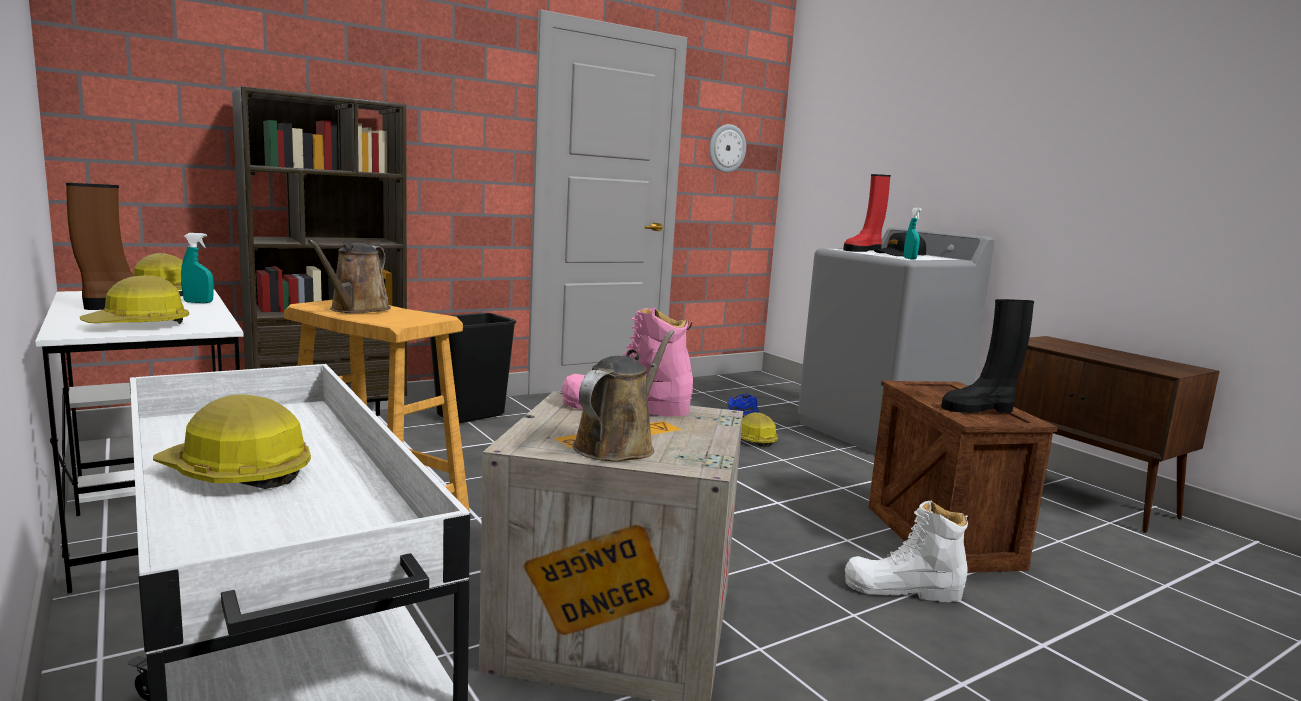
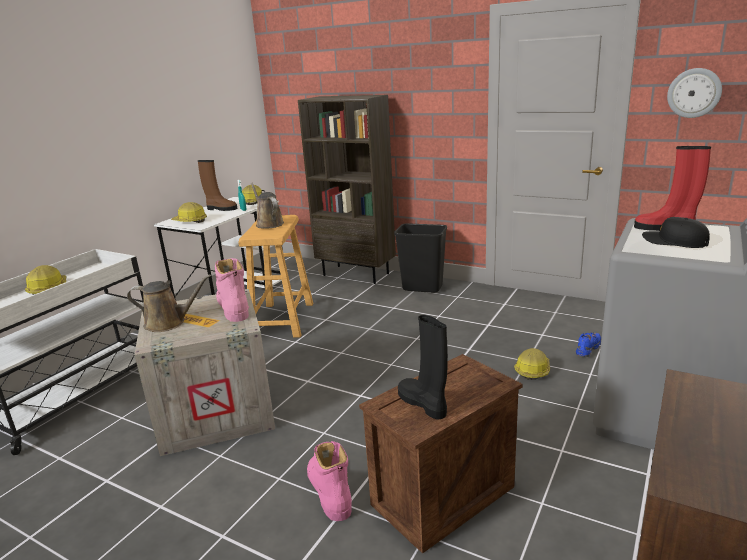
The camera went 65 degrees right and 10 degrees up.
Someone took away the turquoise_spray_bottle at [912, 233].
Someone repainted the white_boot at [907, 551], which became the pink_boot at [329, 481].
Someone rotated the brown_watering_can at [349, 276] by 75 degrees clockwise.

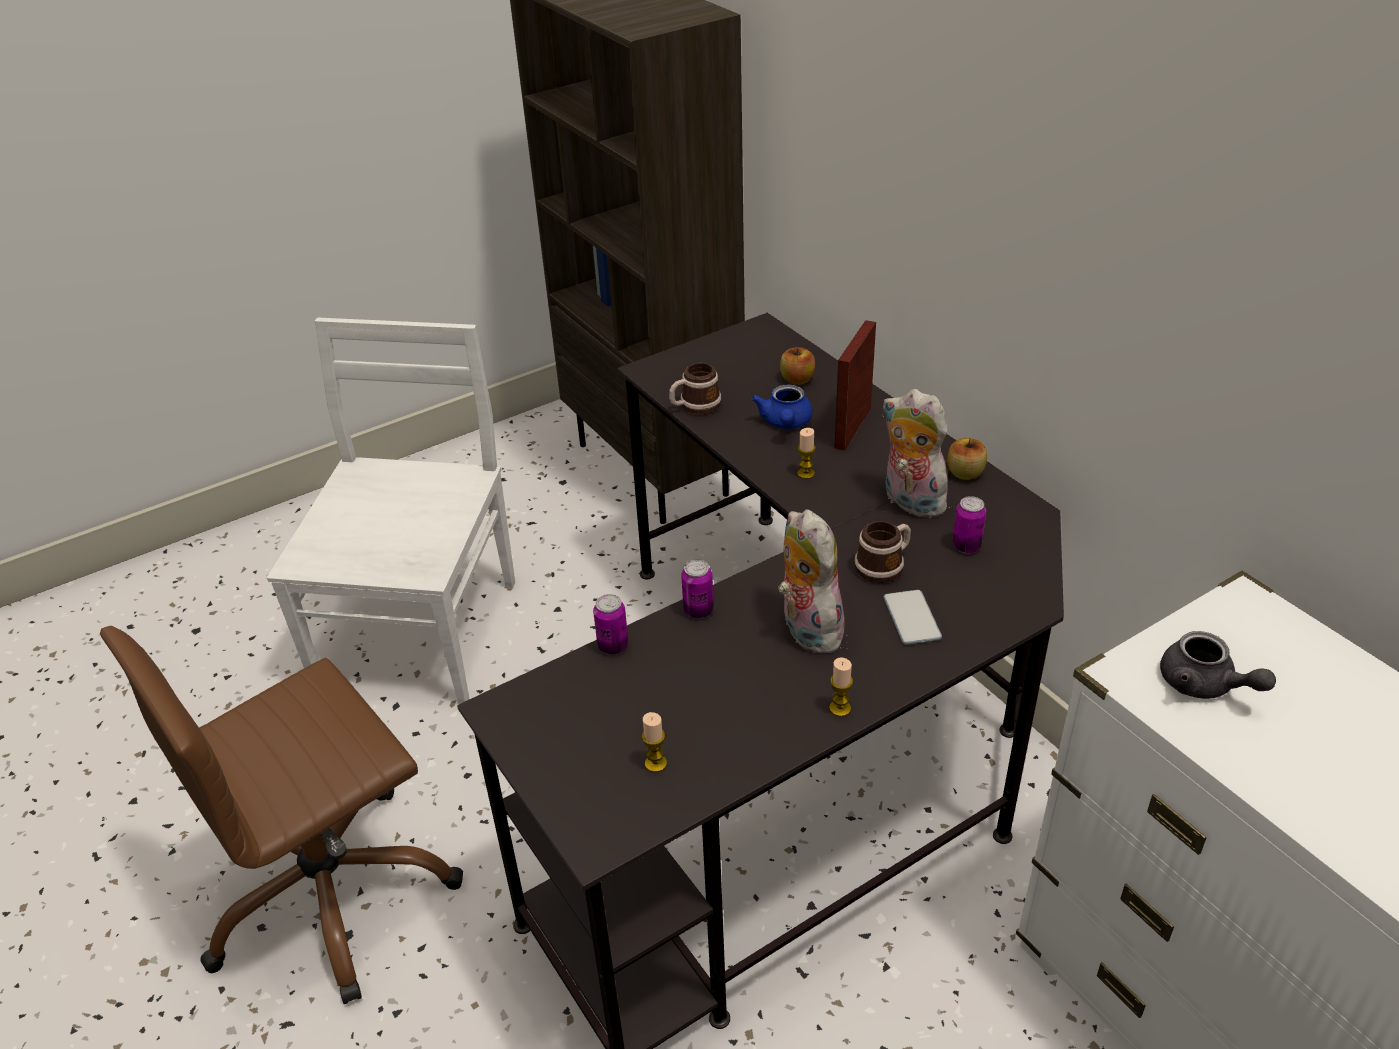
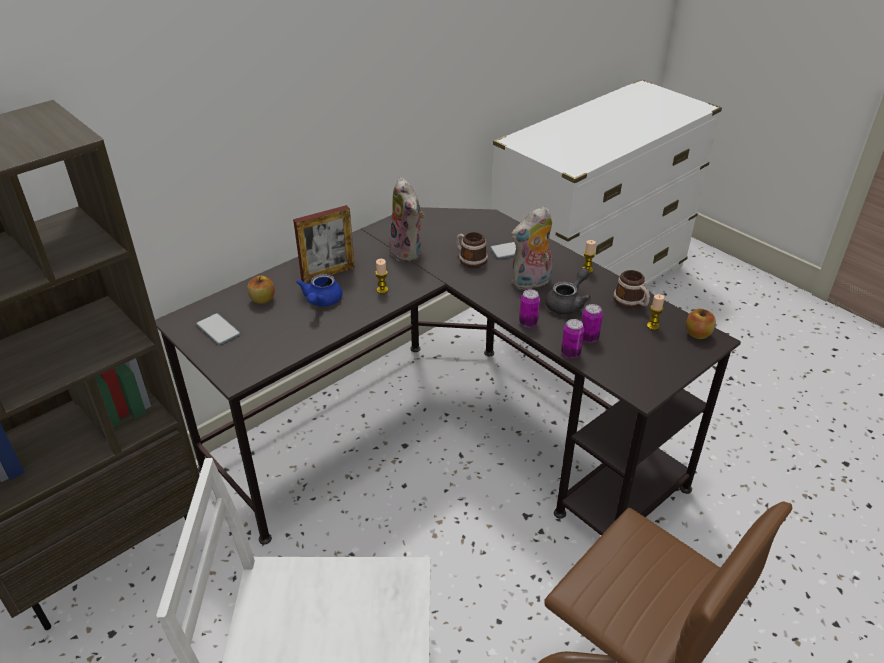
The camera went 100 degrees left and 0 degrees up.
Someone put down the phone at [218, 329].
Someone carried the mug from [695, 389] to [632, 289].
Someone carried the apple from [967, 459] to [701, 324].
Someone carried the can from [969, 525] to [592, 323].
Someone carried the grey_teapot from [1218, 665] to [568, 291].
Someone rotated the blue_teapot at [782, 406] by 105 degrees clockwise.
Someone rotated the picture_frame at [855, 385] by 45 degrees counterclockwise.
Someone rotated the plush_toy at [918, 453] by 60 degrees counterclockwise.

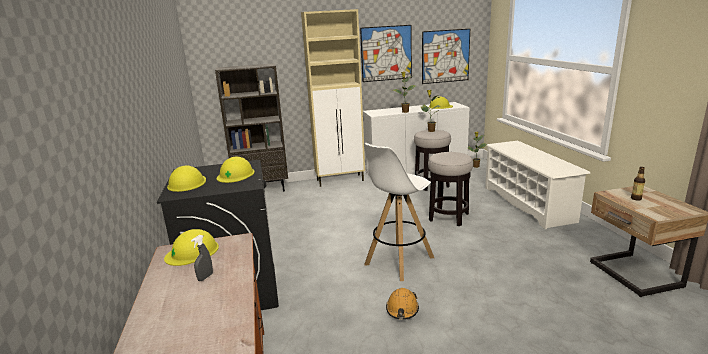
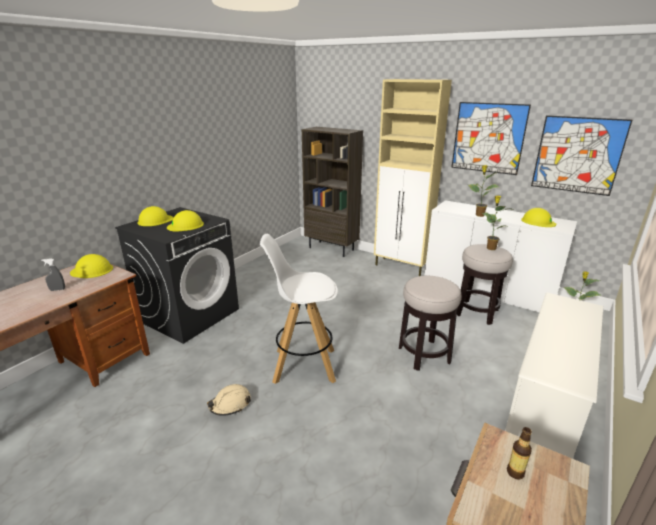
The camera went 45 degrees right and 5 degrees up.
Someone repainted the orange_hard_hat at [402, 304], which became the beige_hard_hat at [229, 400].

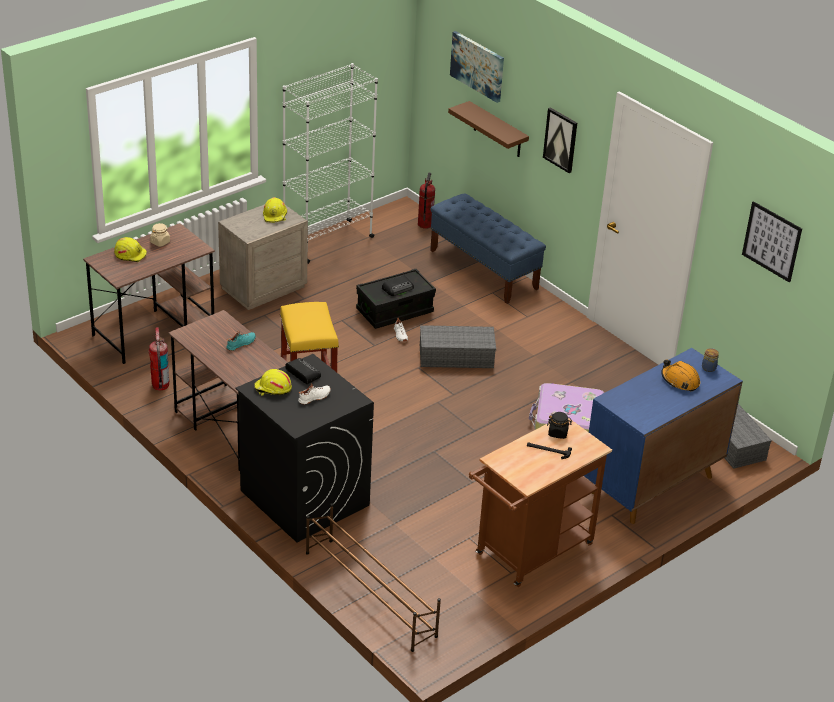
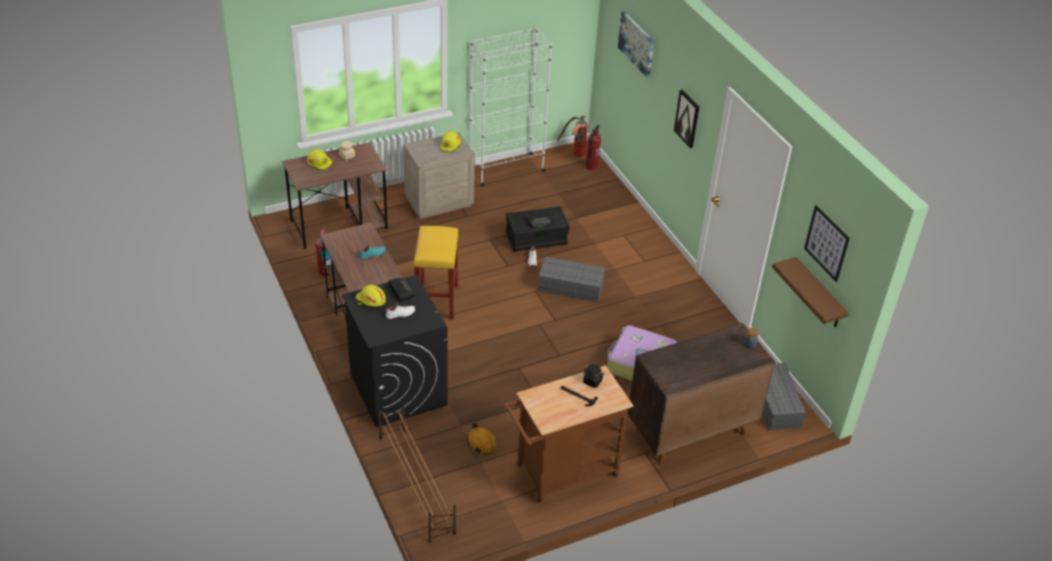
The camera went 15 degrees right and 5 degrees up.
Someone took away the blue_bench at [488, 248].
Someone put down the fire_extinguisher at [573, 136].
Someone carried the brown_shelf from [488, 129] to [810, 292].
Someone carried the orange_hard_hat from [680, 375] to [481, 438].
Someone repainted the blue_cabinet at [663, 436], which became the brown_cabinet at [701, 394].

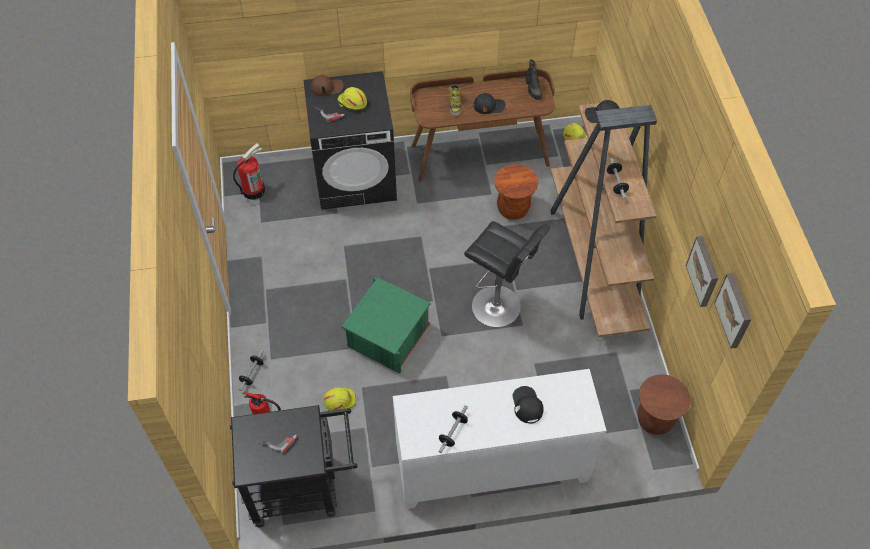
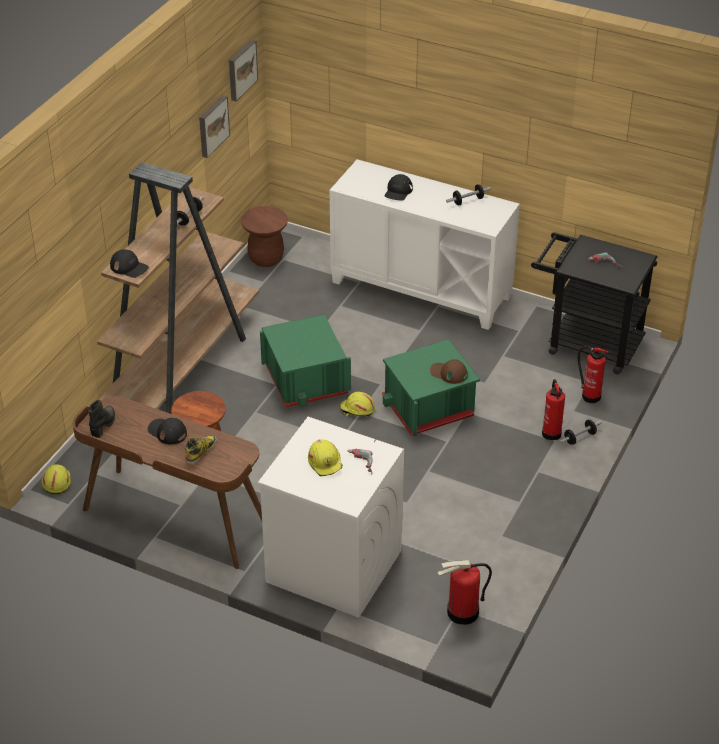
The camera went 145 degrees left and 15 degrees down.
Someone put down the fire_extinguisher at [553, 409].
Someone carried the brown_cap from [326, 85] to [449, 372].
Someone carried the yellow_hard_hat from [339, 399] to [357, 404].
Someone swapped the black_stool at [507, 274] for the green_storage_box at [305, 360].
Someone repainted the black_washing_machine at [350, 140], which became the white_washing_machine at [331, 517].

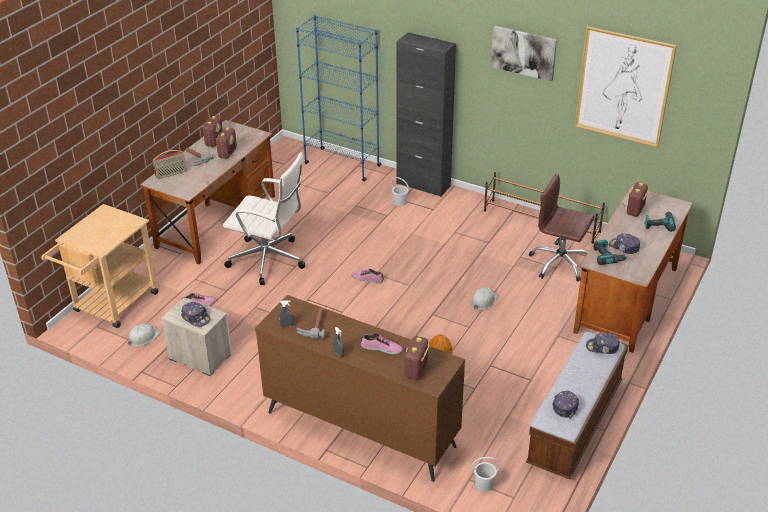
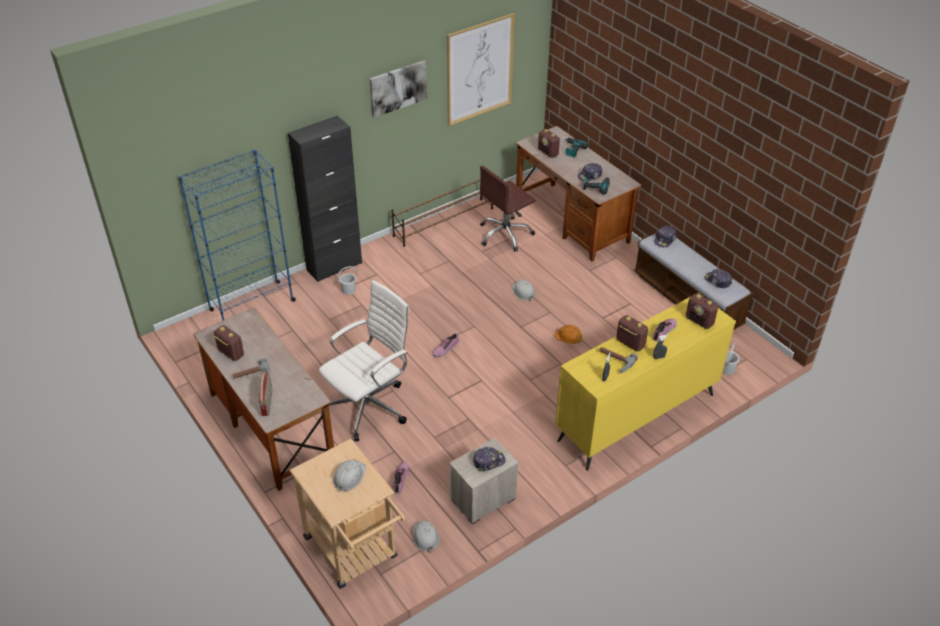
The camera went 65 degrees left and 5 degrees up.
Someone put down the white_hard_hat at [349, 475].
Someone carried the radio from [226, 143] to [632, 333].
Someone repainted the brown_dresser at [360, 388], which became the yellow_dresser at [645, 382].

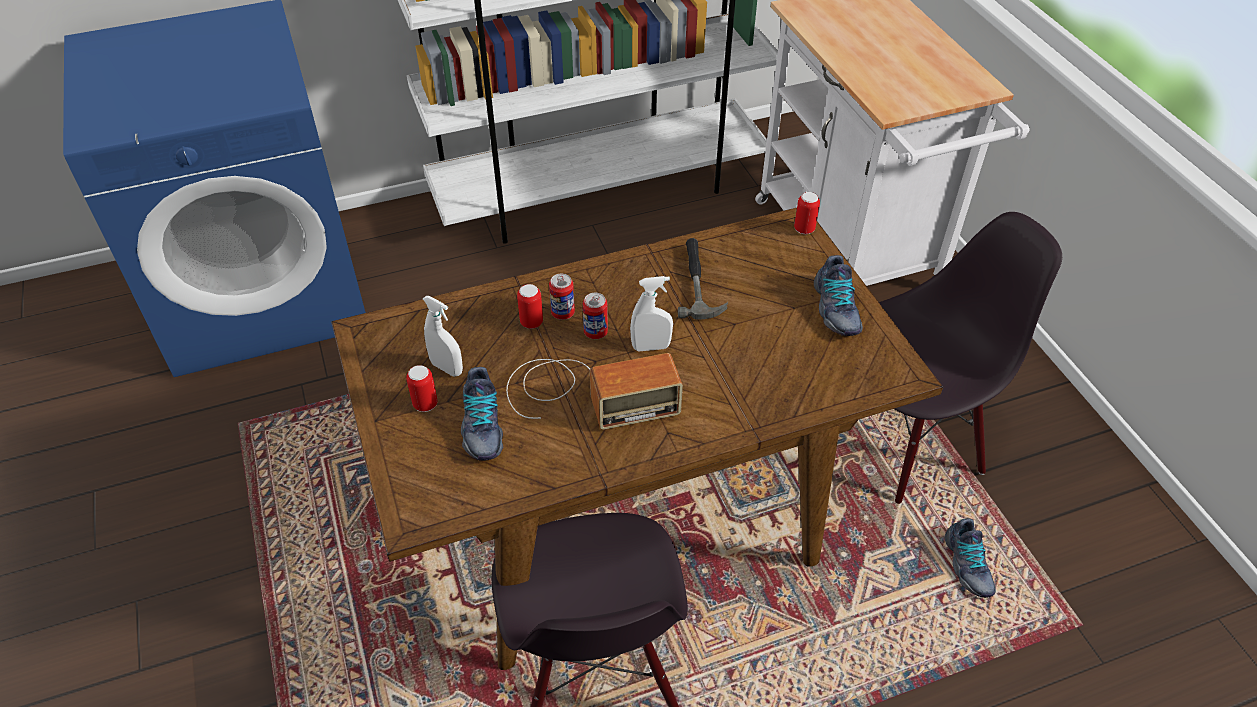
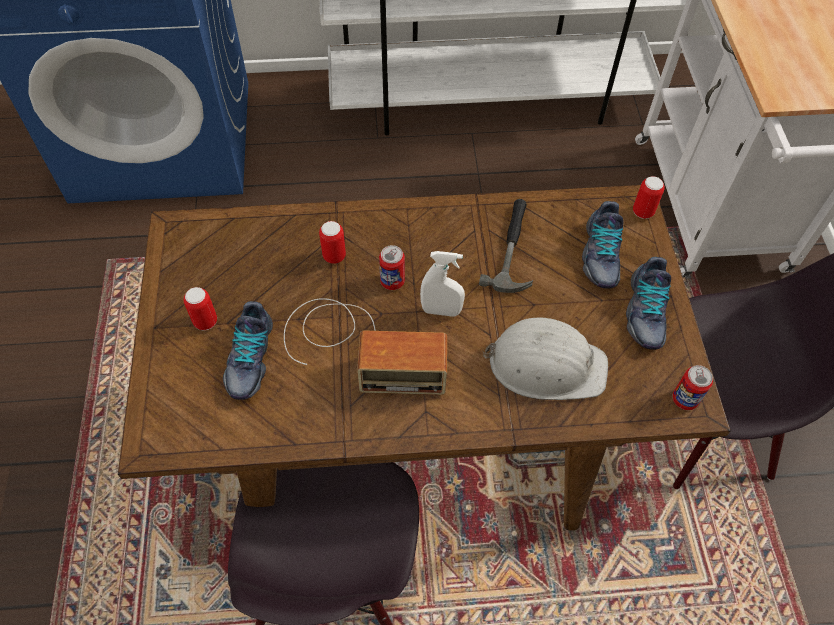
The camera went 15 degrees right and 10 degrees up.
Someone took away the white_spray_bottle at [443, 336].
Someone put down the white_hard_hat at [545, 359].
Someone carried the can from [562, 297] to [693, 387].
Someone carried the shoe from [970, 558] to [603, 244].

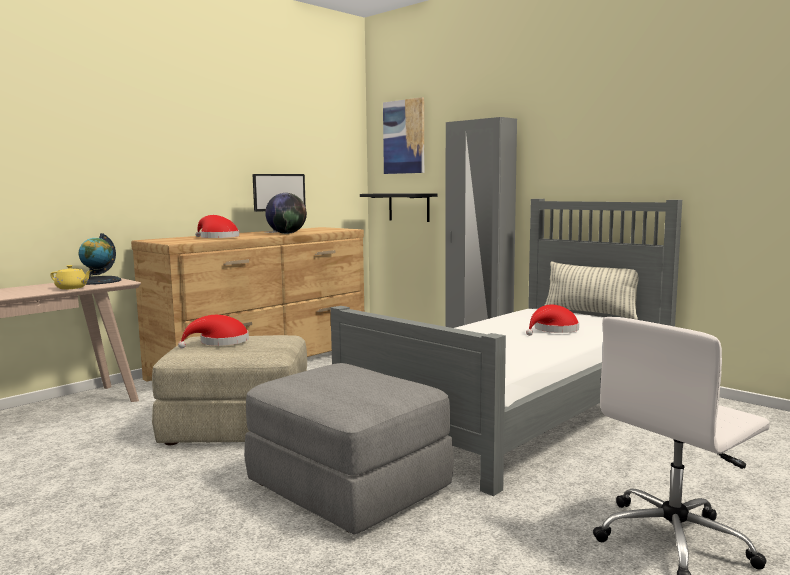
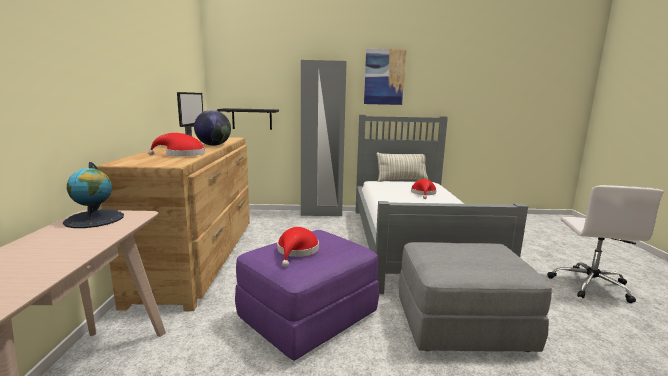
The camera went 45 degrees left and 5 degrees up.
Someone took away the yellow_teapot at [71, 277].
Someone carried the picture from [403, 135] to [385, 77].
Someone repainted the beige_ottoman at [229, 390], which became the purple_ottoman at [307, 295].

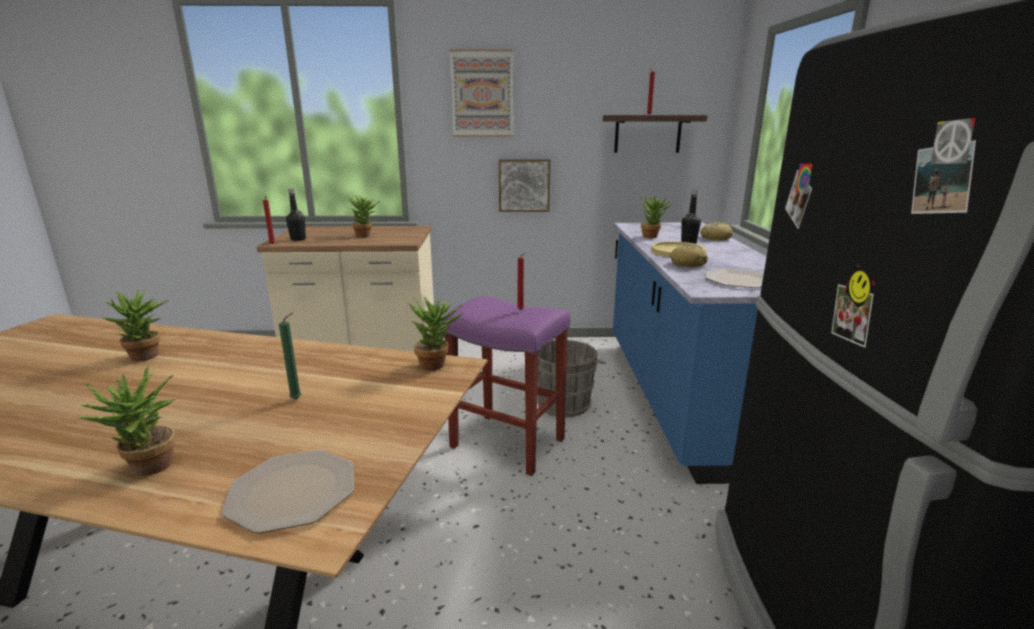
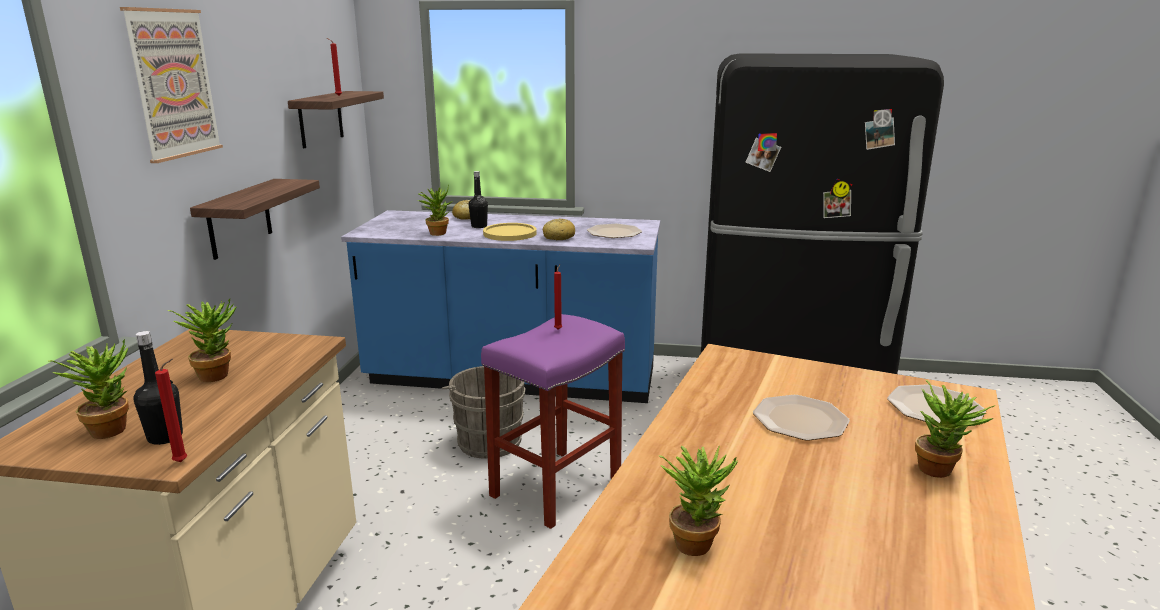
The camera went 80 degrees left and 0 degrees up.
Someone carried the potted_plant from [435, 334] to [88, 389].
Someone swapped the green_candle at [290, 356] for the plate at [801, 418].
Someone swapped the picture at [524, 185] for the shelf at [255, 219].

